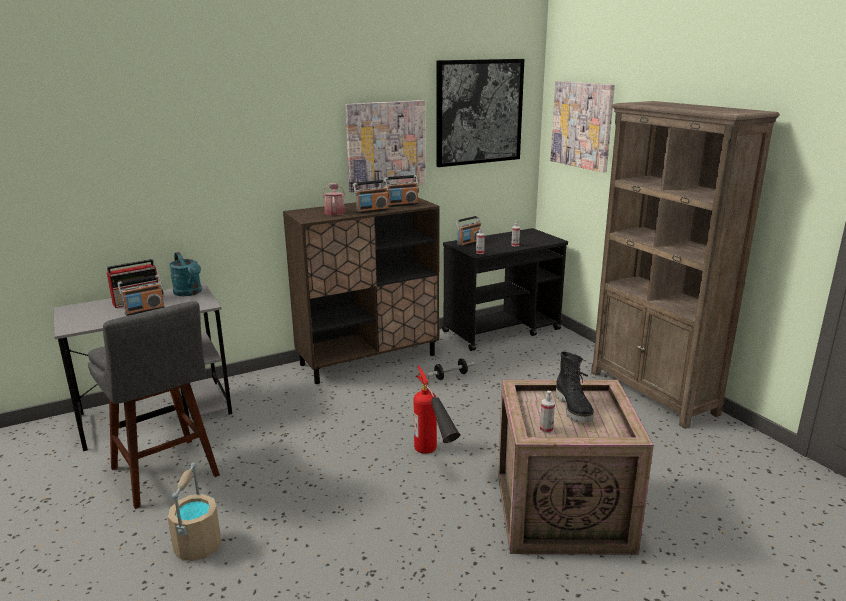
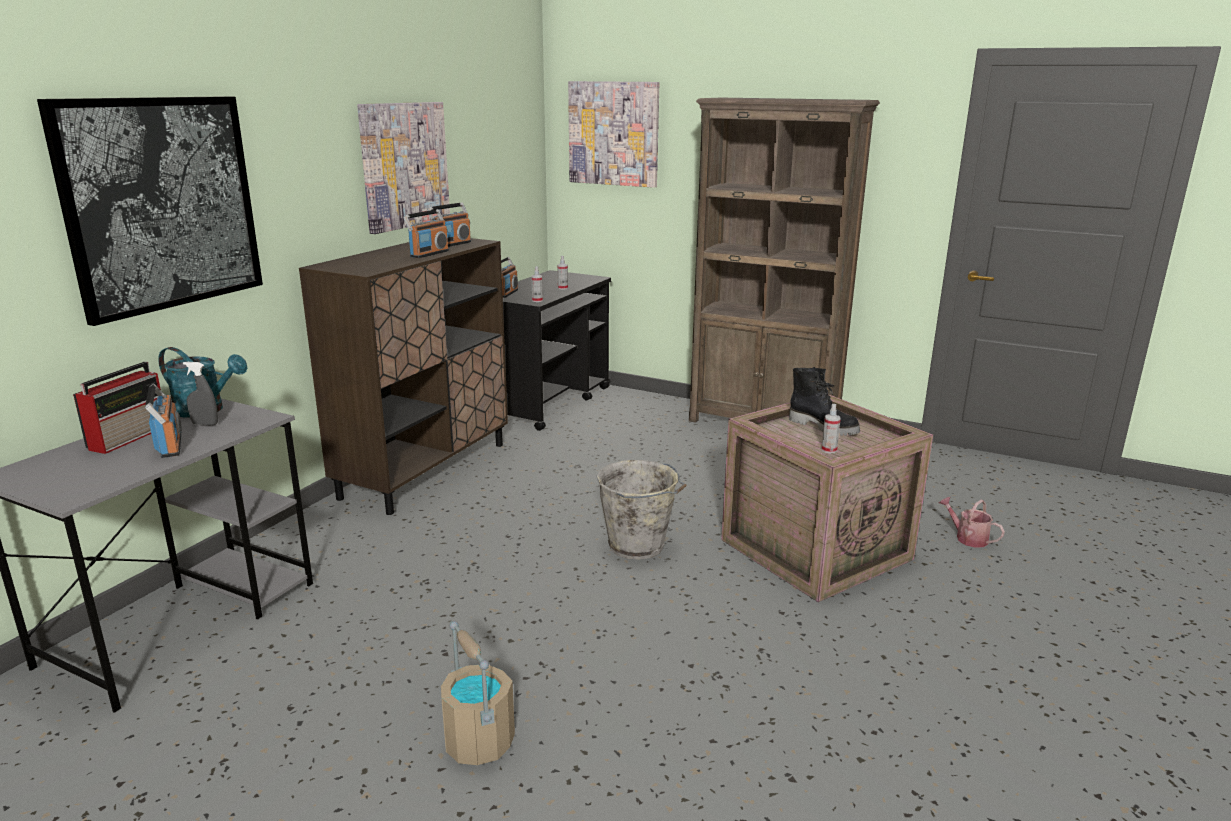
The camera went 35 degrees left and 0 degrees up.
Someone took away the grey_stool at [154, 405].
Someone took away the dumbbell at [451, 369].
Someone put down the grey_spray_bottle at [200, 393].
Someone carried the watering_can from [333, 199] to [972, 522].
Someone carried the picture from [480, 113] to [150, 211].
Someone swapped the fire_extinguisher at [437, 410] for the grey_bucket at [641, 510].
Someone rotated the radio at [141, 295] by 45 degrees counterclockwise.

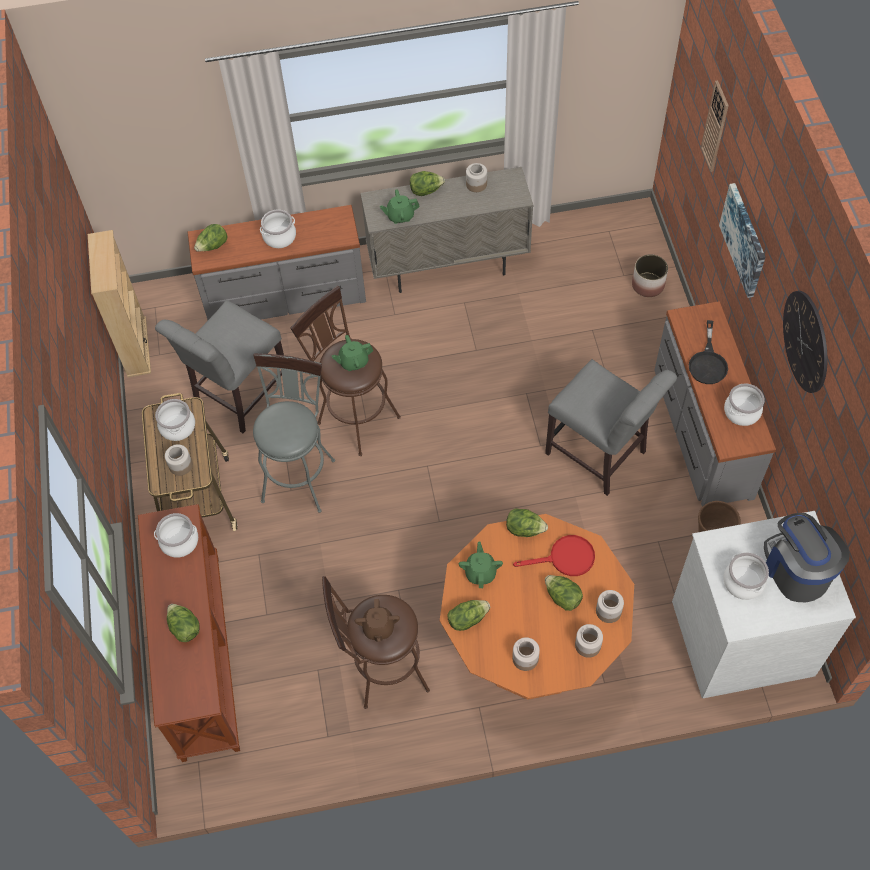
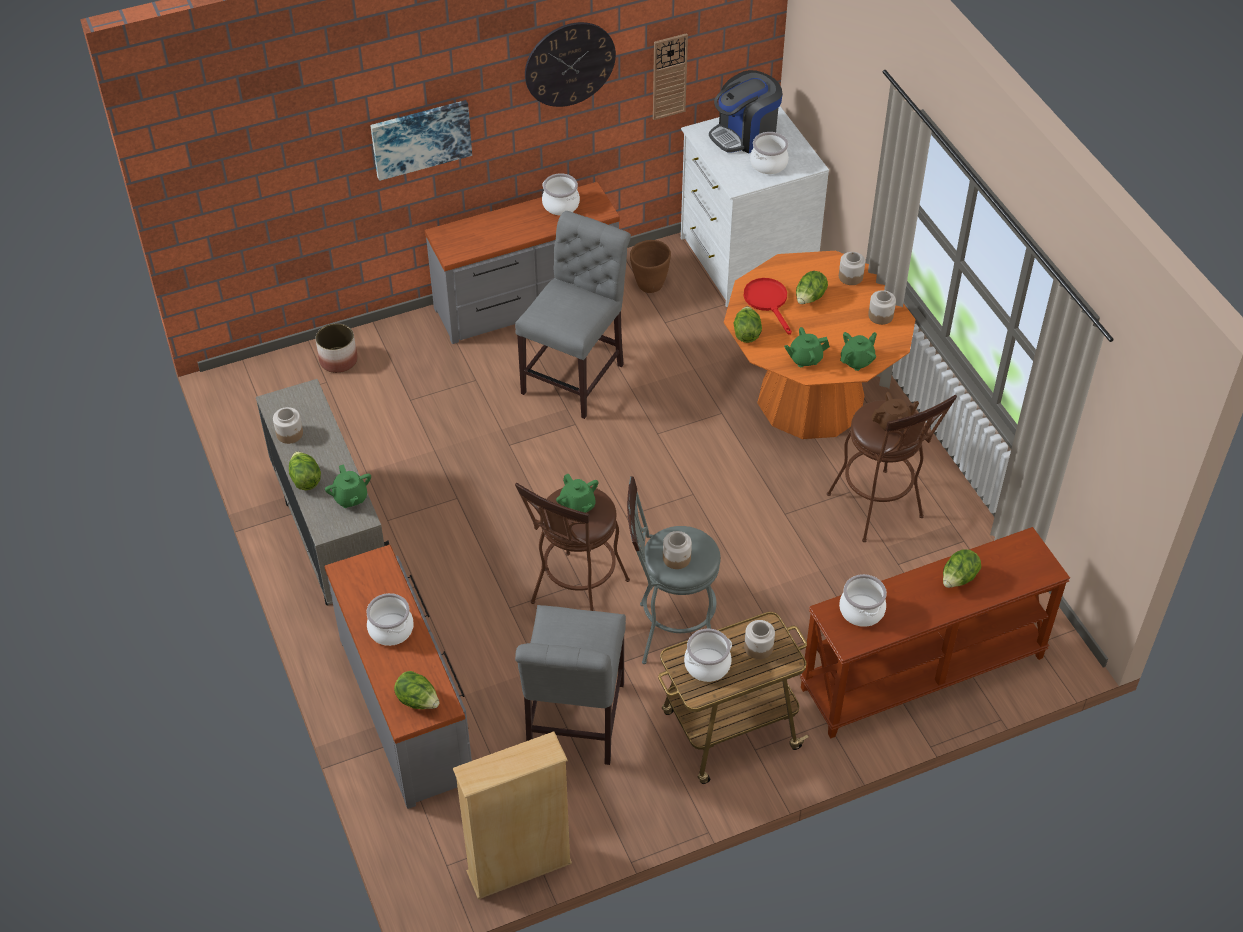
The camera went 105 degrees left and 10 degrees down.
Someone took away the black_frying_pan at [708, 352].
Someone carried the jar from [610, 606] to [677, 550].
Someone carried the wall_clock from [715, 126] to [670, 76].
Someone swapped the lettuce at [469, 615] for the green_teapot at [858, 351].
Someone rotated the grey_chair at [219, 366] by 75 degrees clockwise.

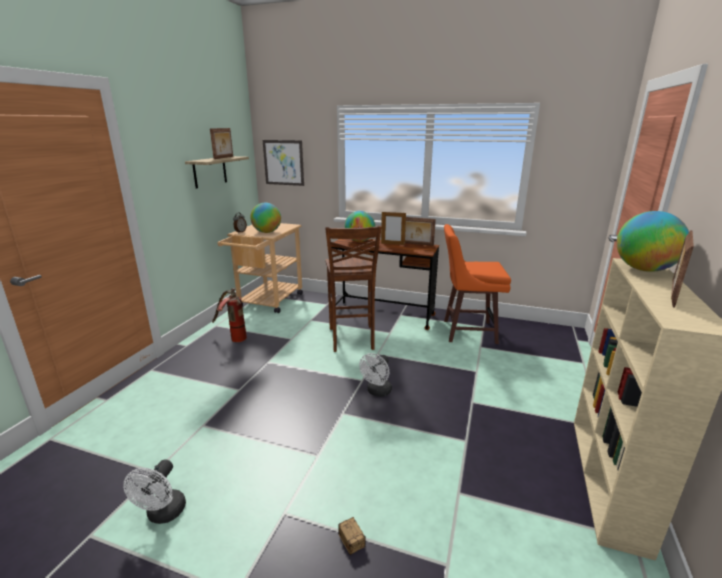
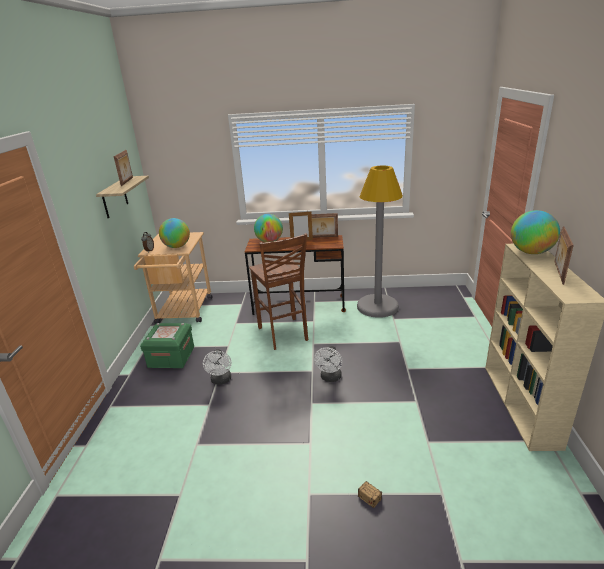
The camera went 15 degrees left and 5 degrees up.
Someone took away the picture at [283, 163].
Someone carried the white_fan from [154, 491] to [217, 367].
Someone swapped the fire_extinguisher at [229, 315] for the green_storage_box at [167, 345].
Someone swapped the orange_stool at [477, 284] for the grey_floor_lamp at [380, 242].

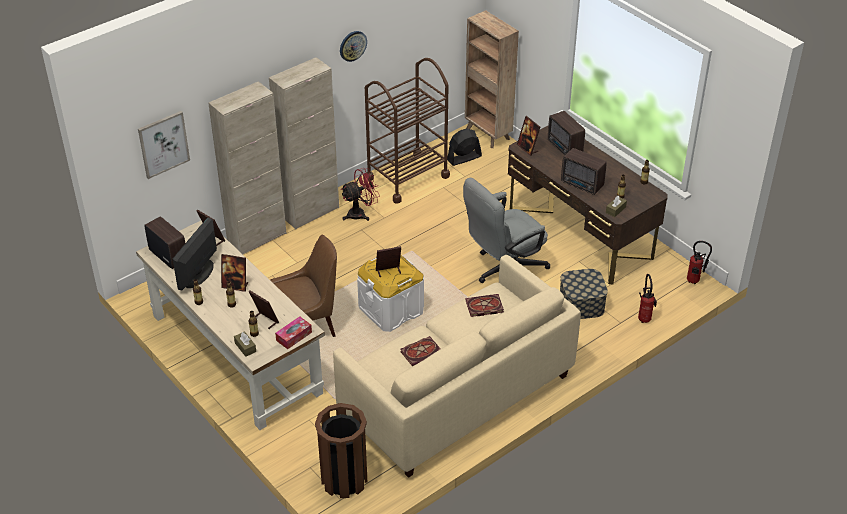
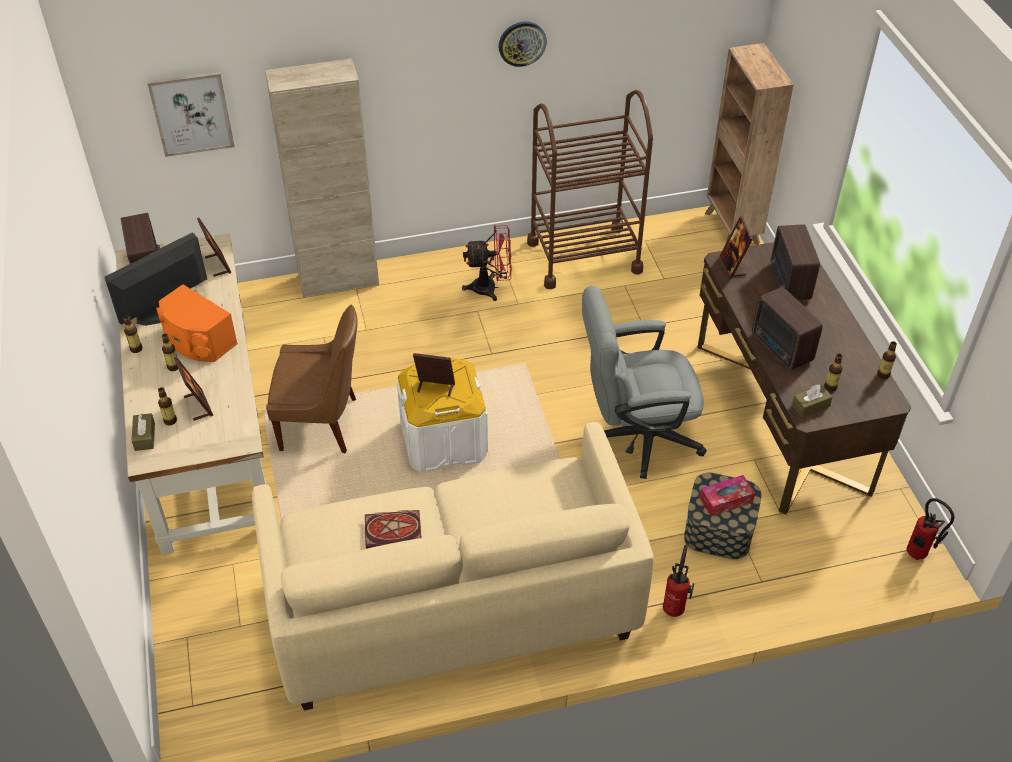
The camera went 25 degrees right and 5 degrees up.
Someone took away the beige_cabinet at [304, 143].
Someone took away the brown_trash_can at [341, 450].
Someone took away the black_fan at [464, 147].
Someone took away the book at [484, 305].
Someone carried the tissue_box from [293, 333] to [727, 495].
Someone carried the fire_extinguisher from [647, 298] to [679, 581].
Someone swapped the picture_frame at [234, 273] for the orange_speaker at [197, 323].

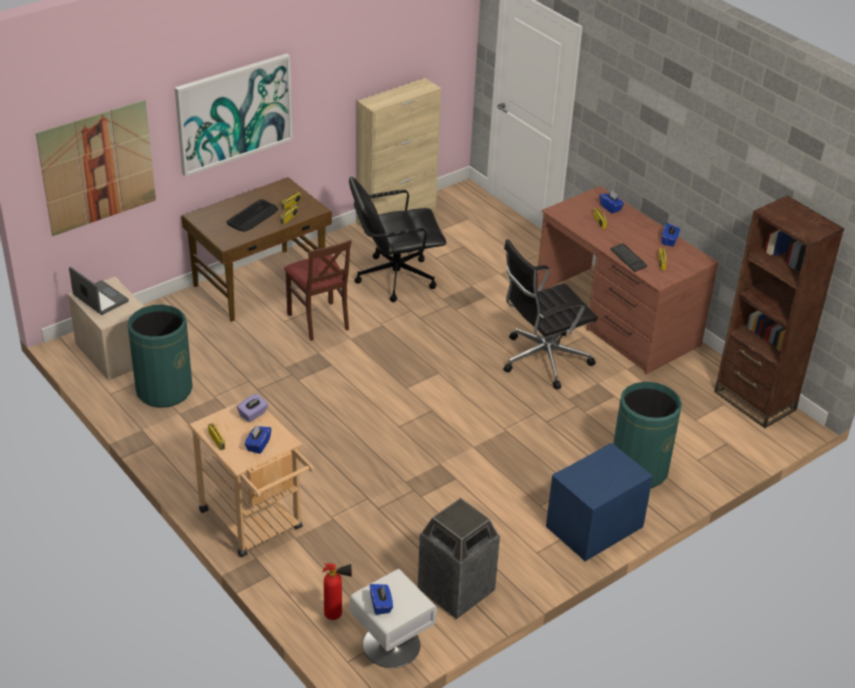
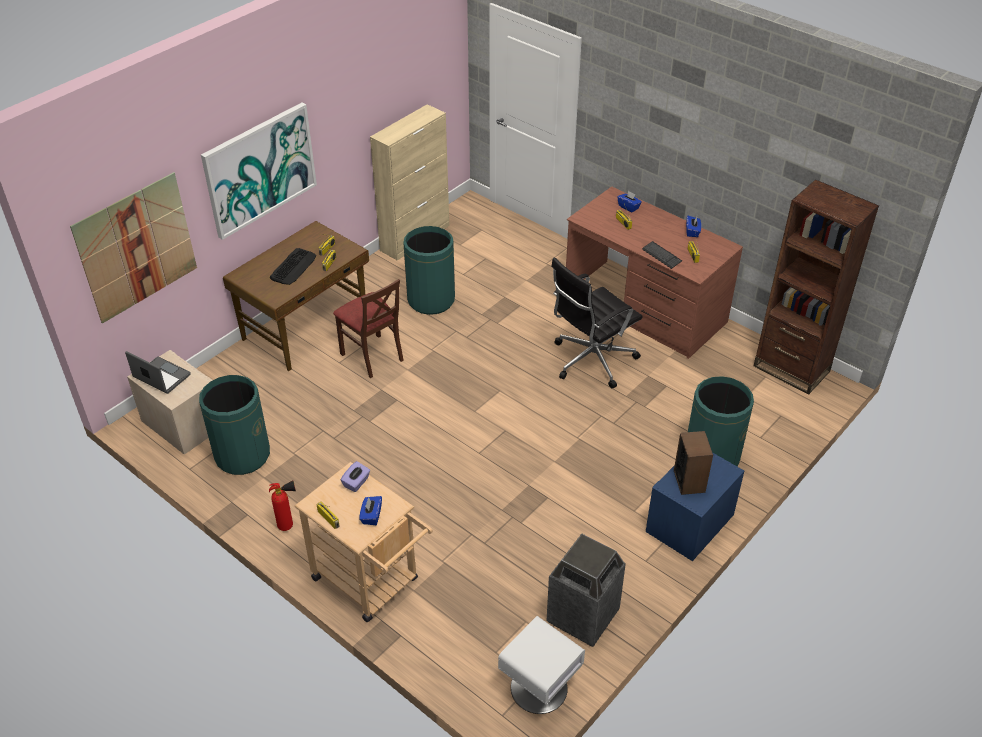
The camera went 10 degrees left and 5 degrees up.
Someone took away the blue_tissue_box at [381, 599].
Someone put down the speaker at [693, 463].
Someone carried the fire_extinguisher from [337, 591] to [282, 505].
Someone swapped the black_office_chair at [397, 239] for the green_trash_can at [429, 270].

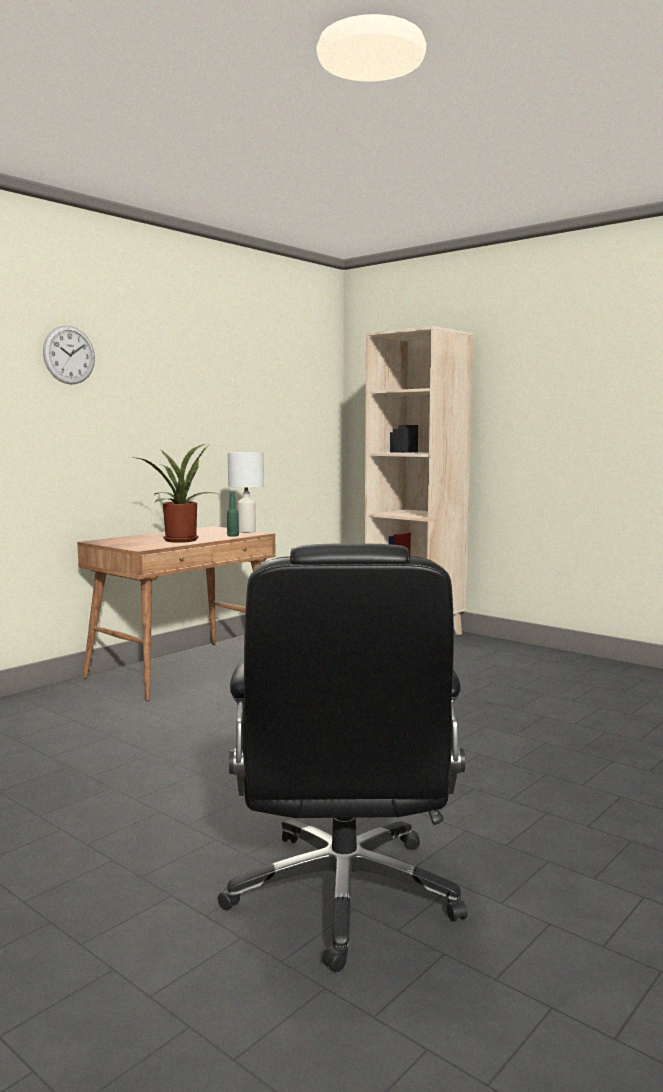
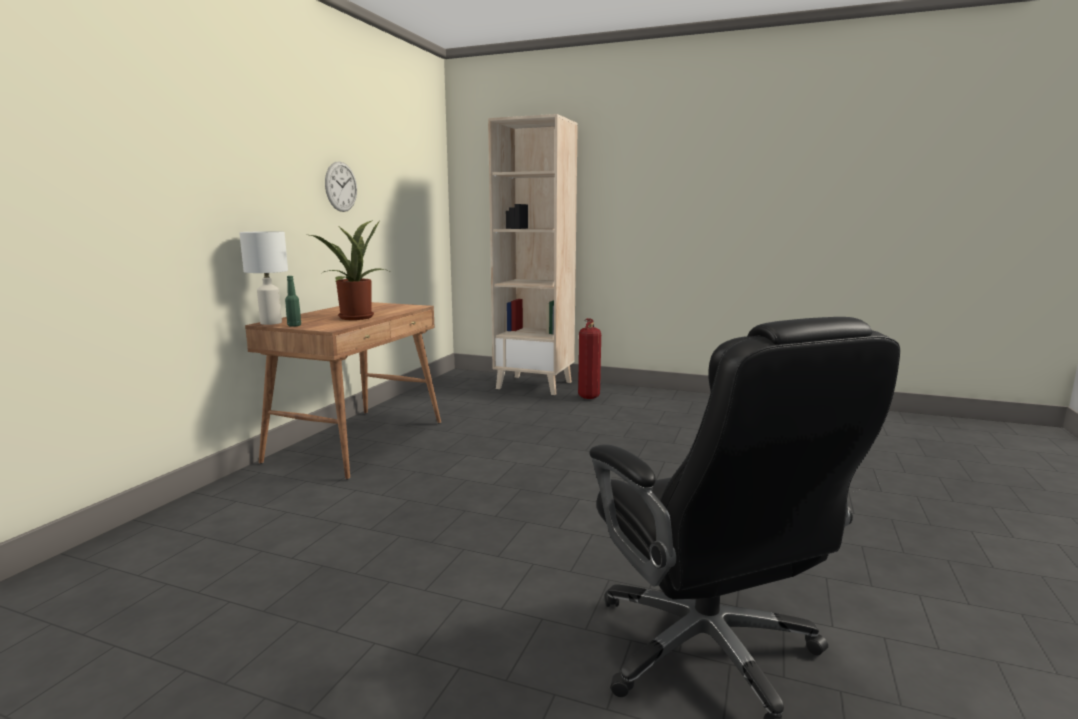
The camera went 20 degrees left and 5 degrees up.
Someone put down the fire_extinguisher at [589, 358].
Someone carried the wall_clock from [69, 355] to [341, 186].
Someone carried the green_bottle from [233, 514] to [293, 301].
Someone carried the white_table_lamp from [246, 492] to [263, 278].

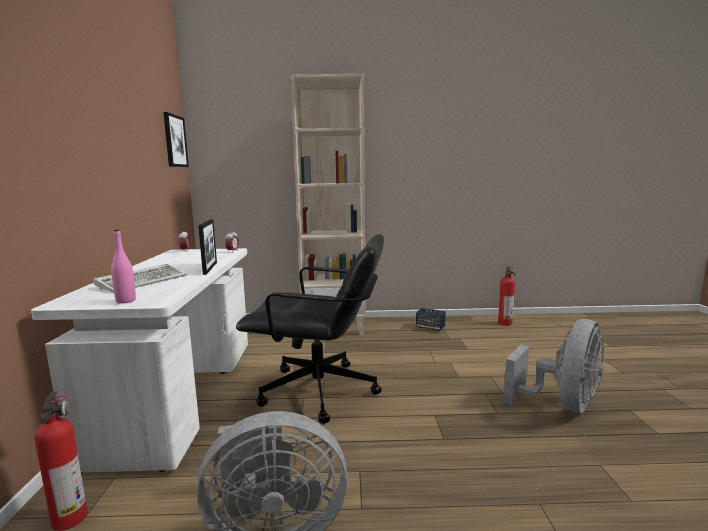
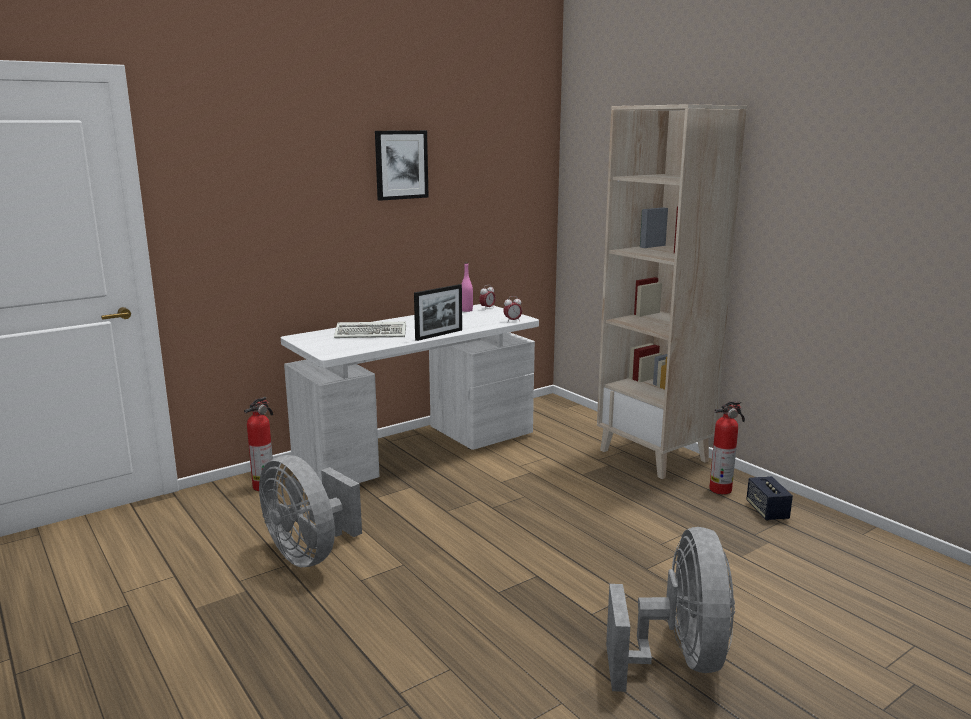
The camera went 55 degrees right and 5 degrees up.
Someone took away the black_office_chair at [310, 329].
Someone carried the pink_bottle from [123, 267] to [467, 287].
Someone carried the picture from [176, 139] to [402, 165].
Someone carried the fire_extinguisher from [507, 296] to [727, 448].
Someone rotated the grey_fan at [554, 366] by 90 degrees counterclockwise.

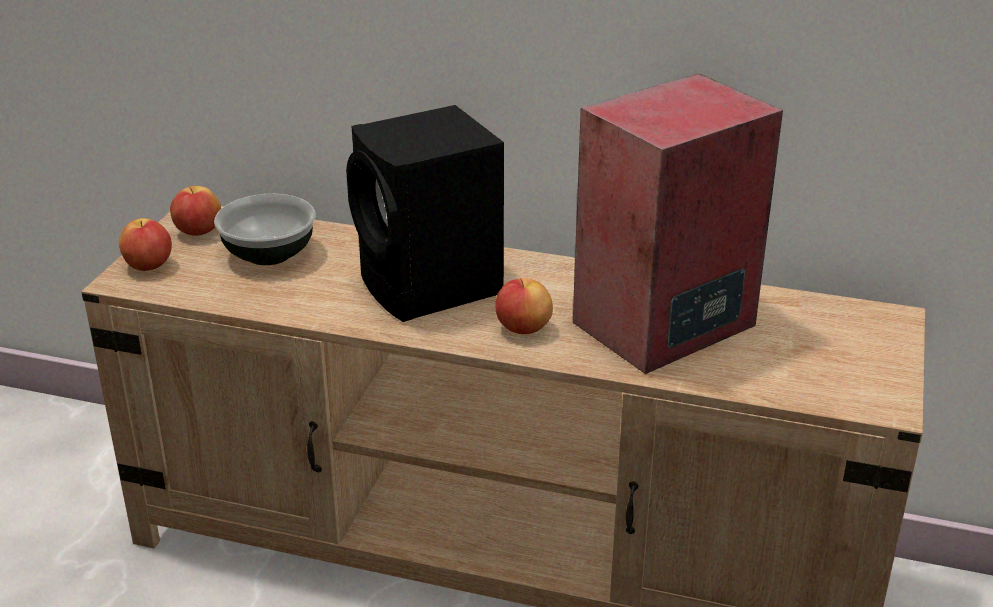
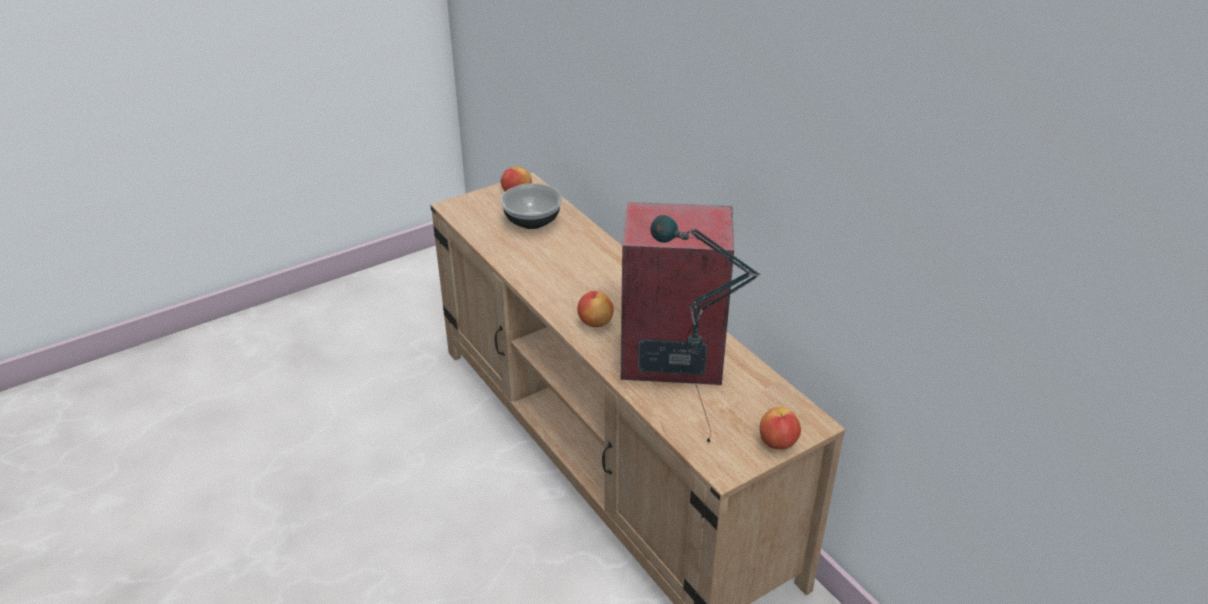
The camera went 40 degrees right and 5 degrees up.
Someone took away the black_speaker at [425, 213].
Someone put down the table_lamp at [705, 329].
Someone carried the apple from [145, 244] to [780, 428].

